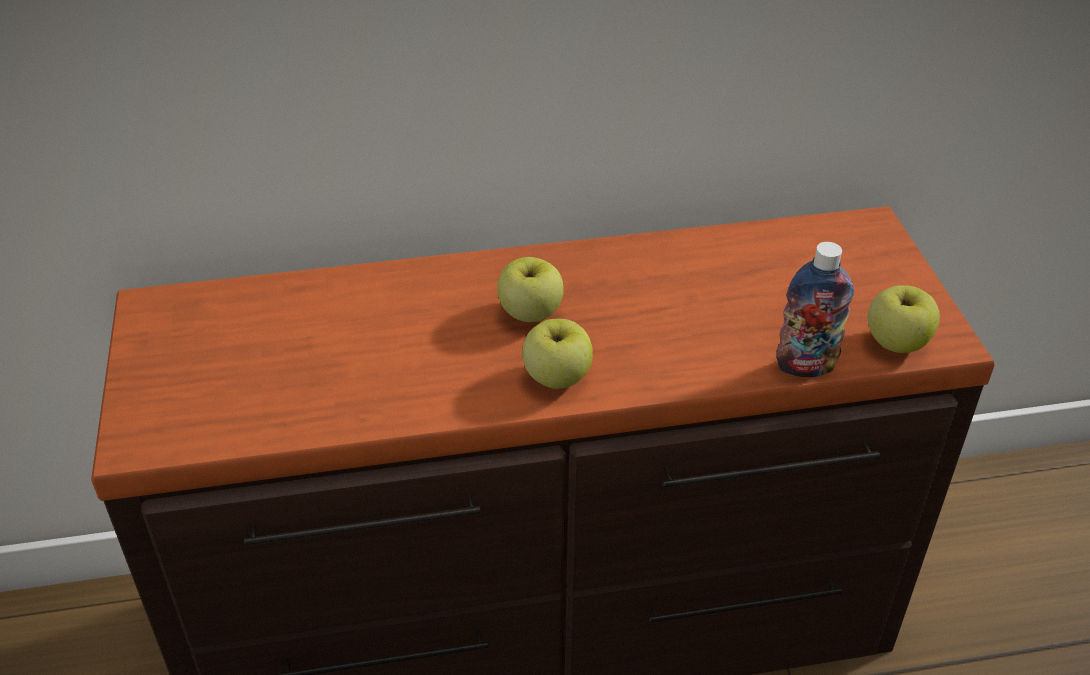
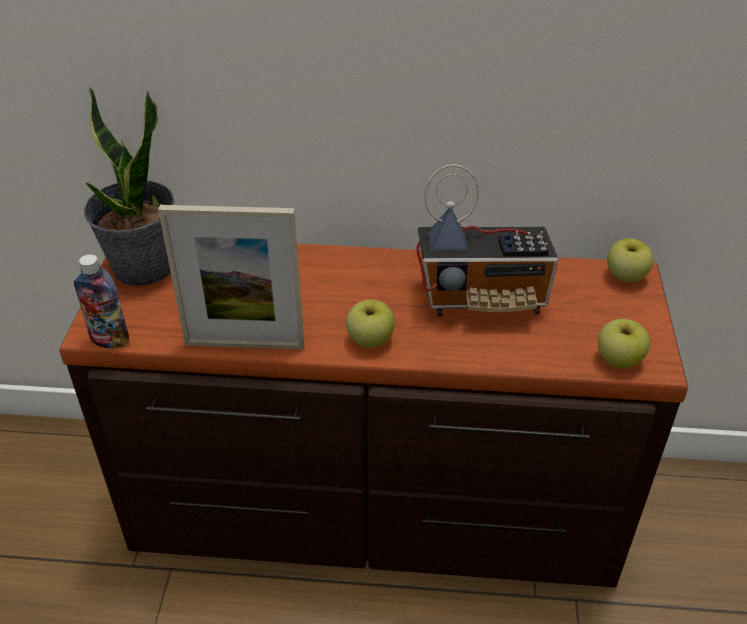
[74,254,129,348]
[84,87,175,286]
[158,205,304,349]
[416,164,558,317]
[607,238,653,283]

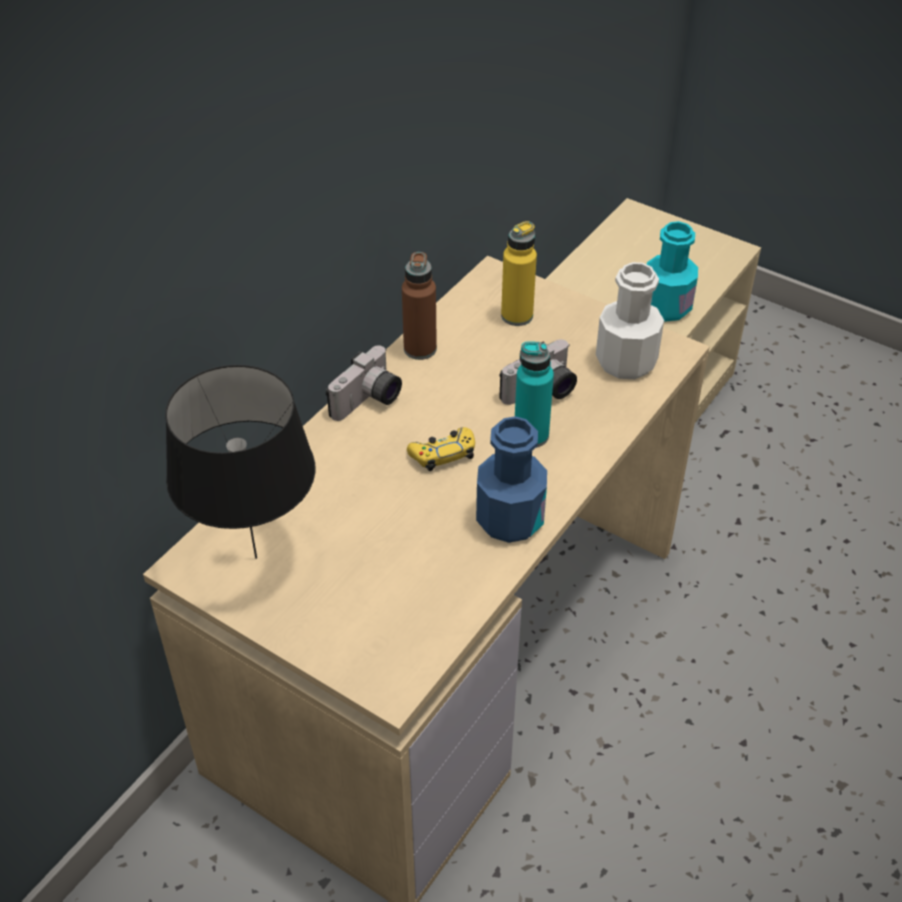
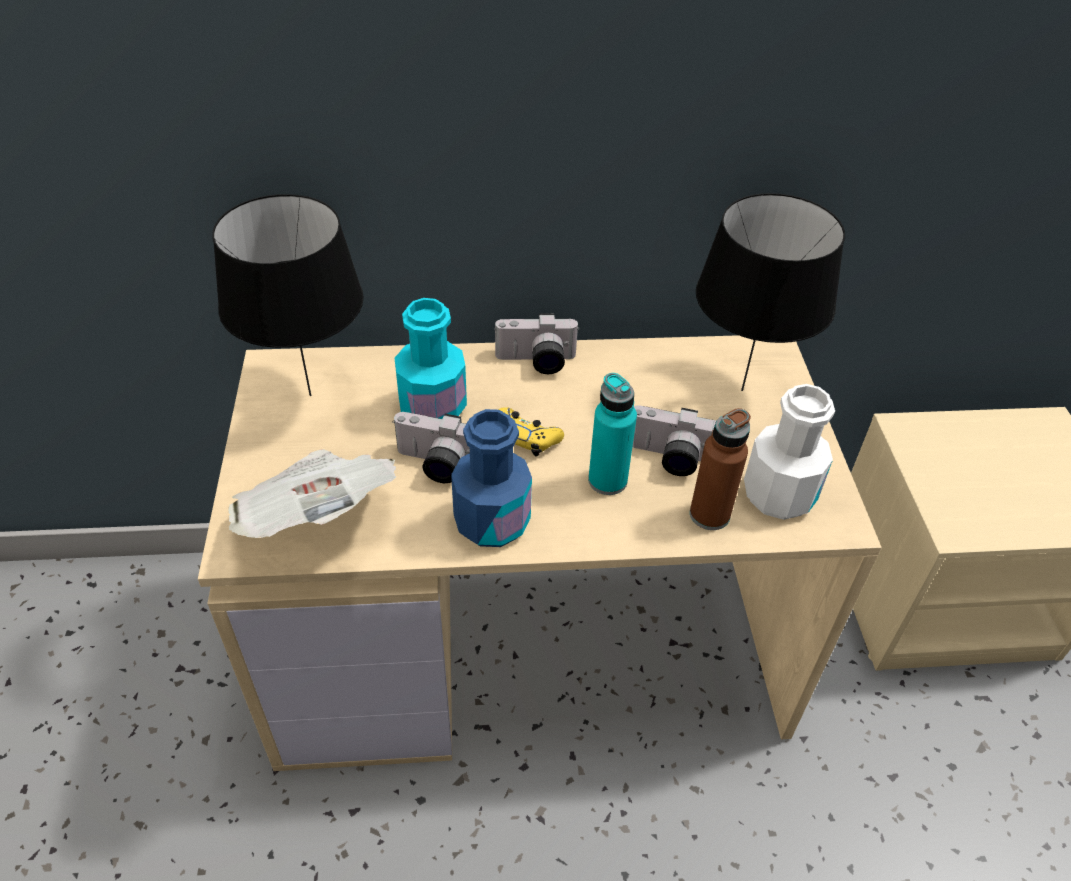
[228,449,396,538]
[392,412,470,483]
[394,298,467,419]
[690,408,751,530]
[696,193,845,391]

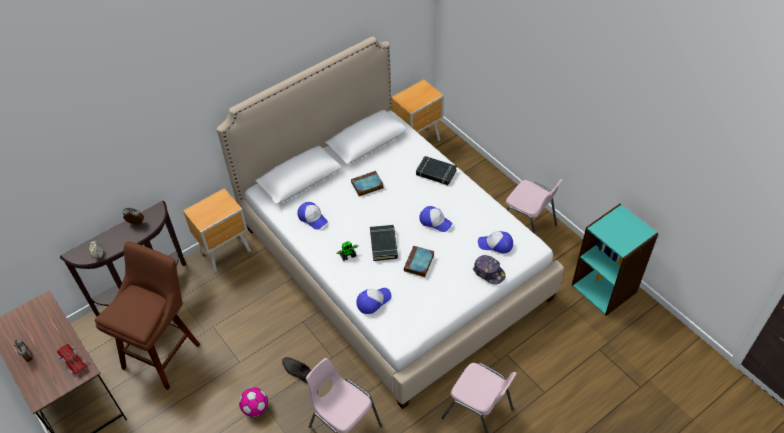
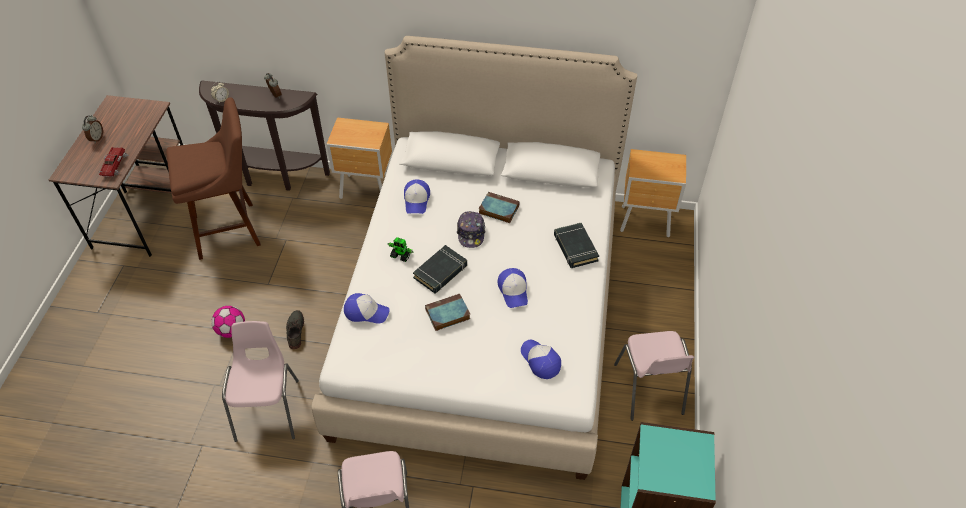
[457,211,486,248]

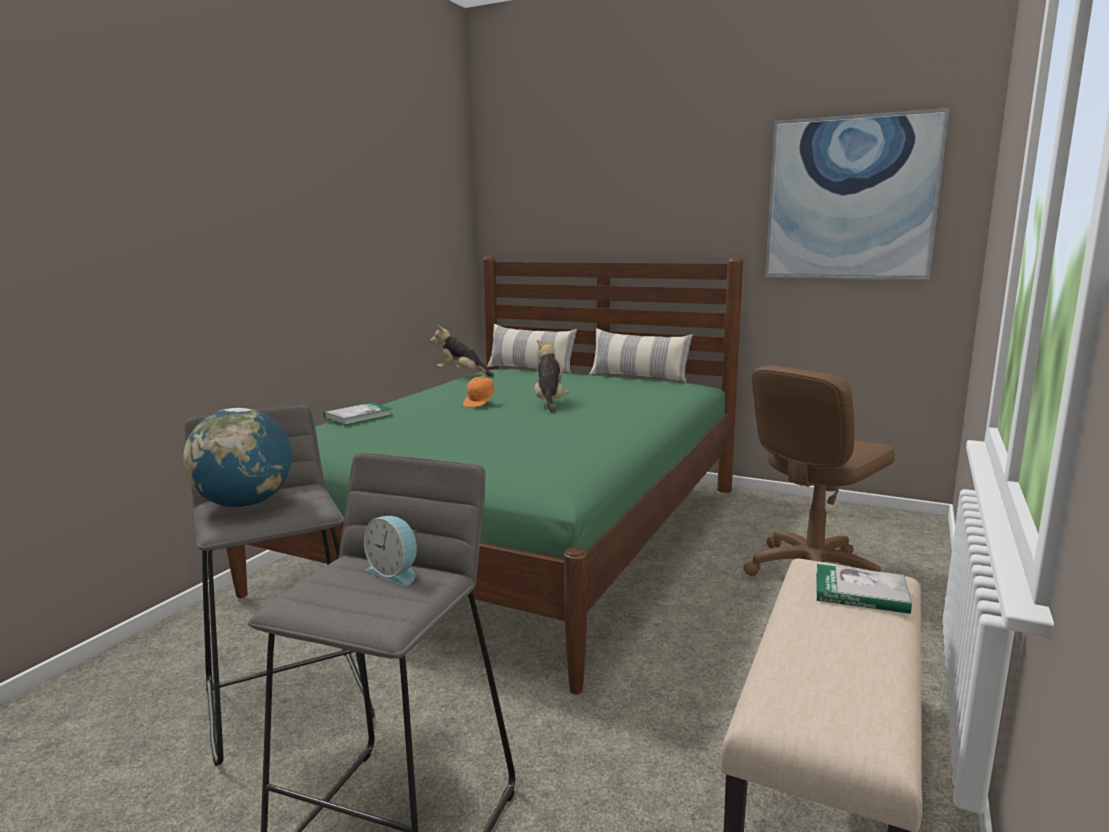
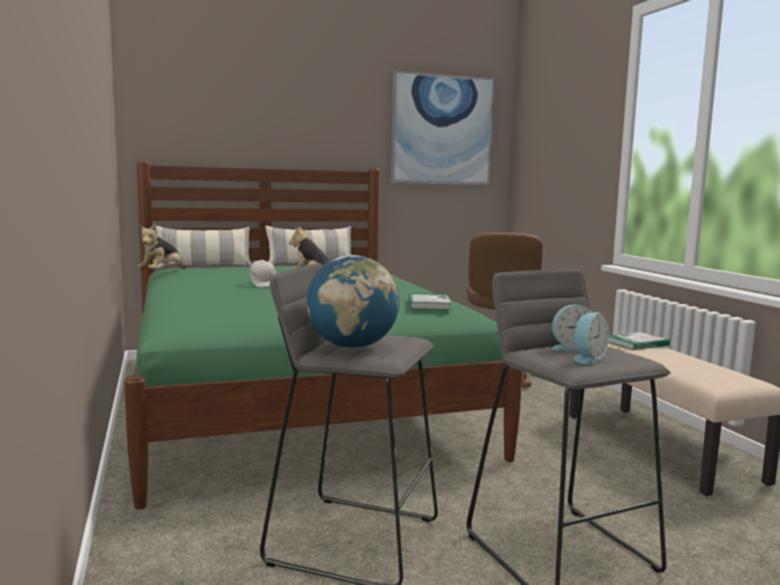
[138,224,185,269]
[249,260,276,287]
[409,293,452,310]
[574,313,609,364]

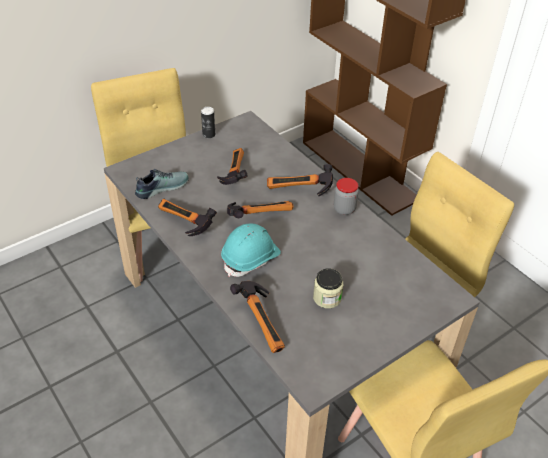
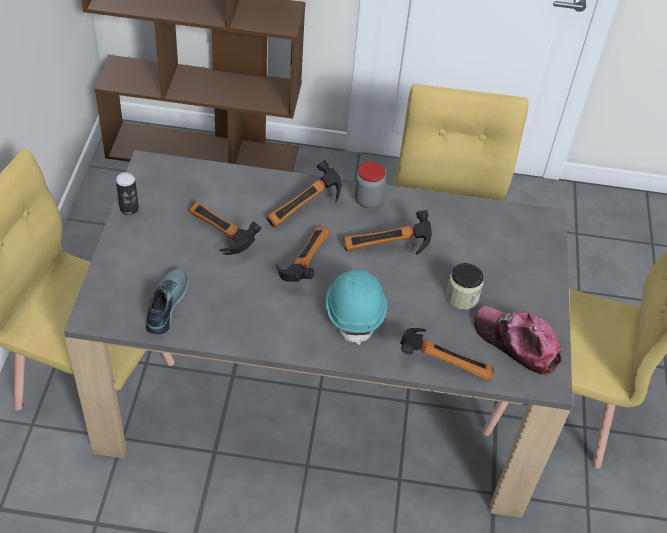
[343,210,432,255]
[474,306,562,376]

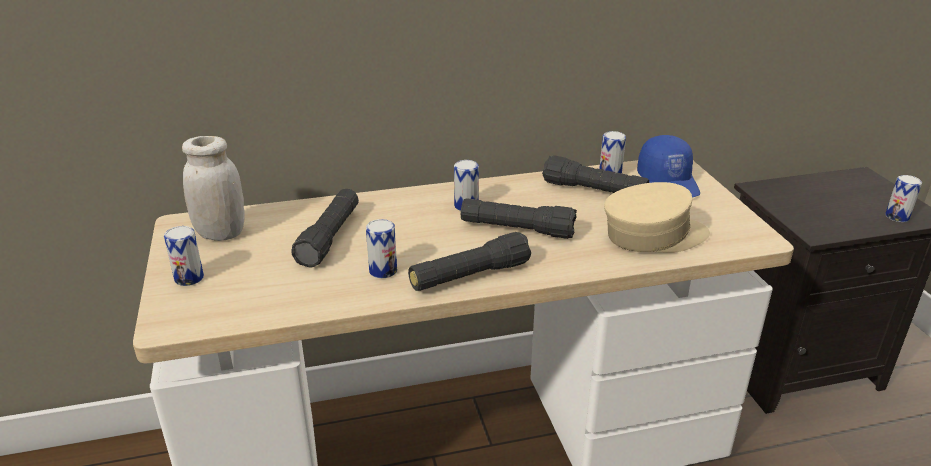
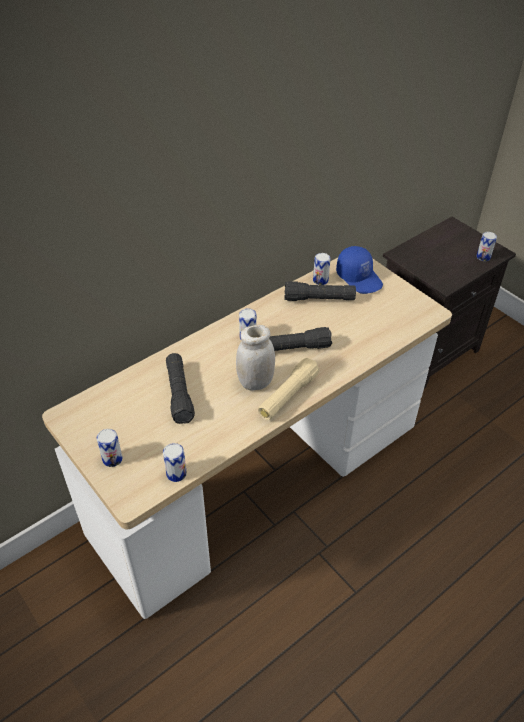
[163,443,187,482]
[236,325,275,391]
[258,358,319,420]
[604,182,710,253] (first image)

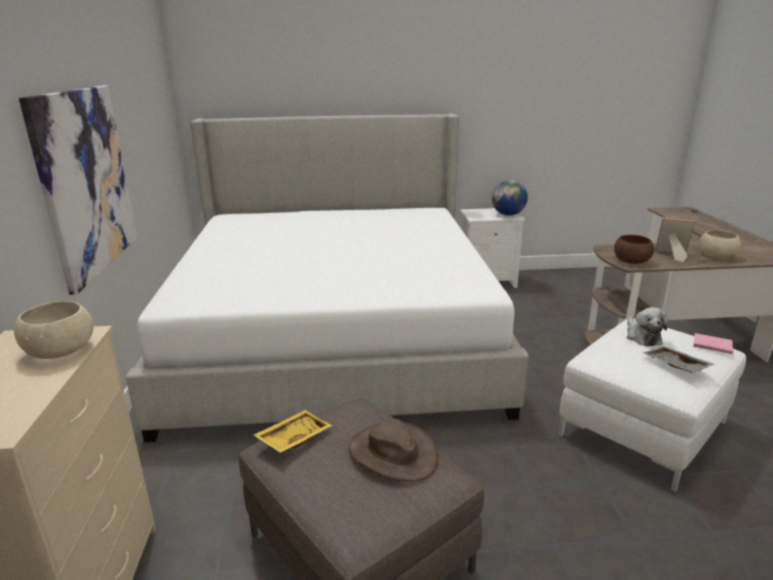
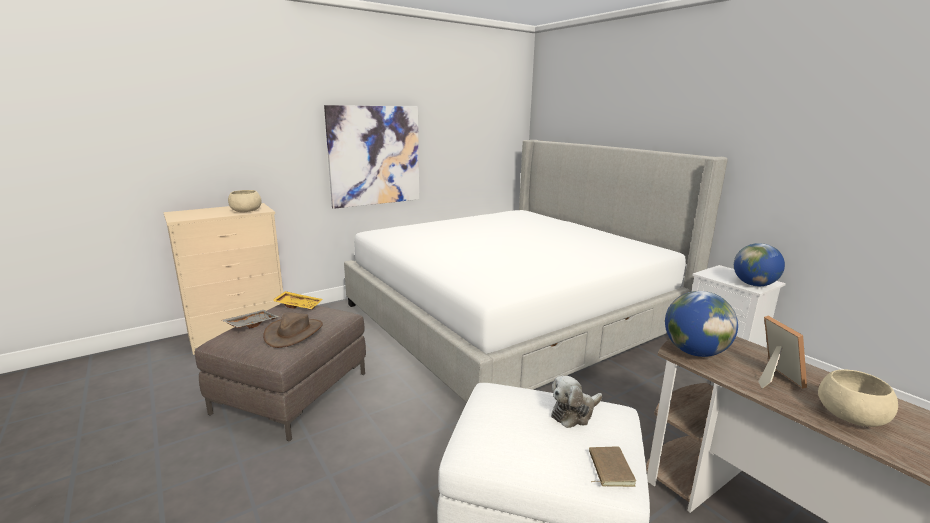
[222,310,279,328]
[589,447,636,487]
[665,291,738,357]

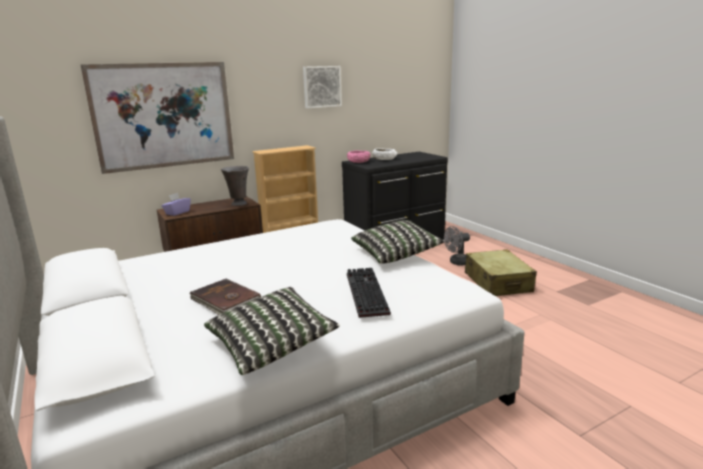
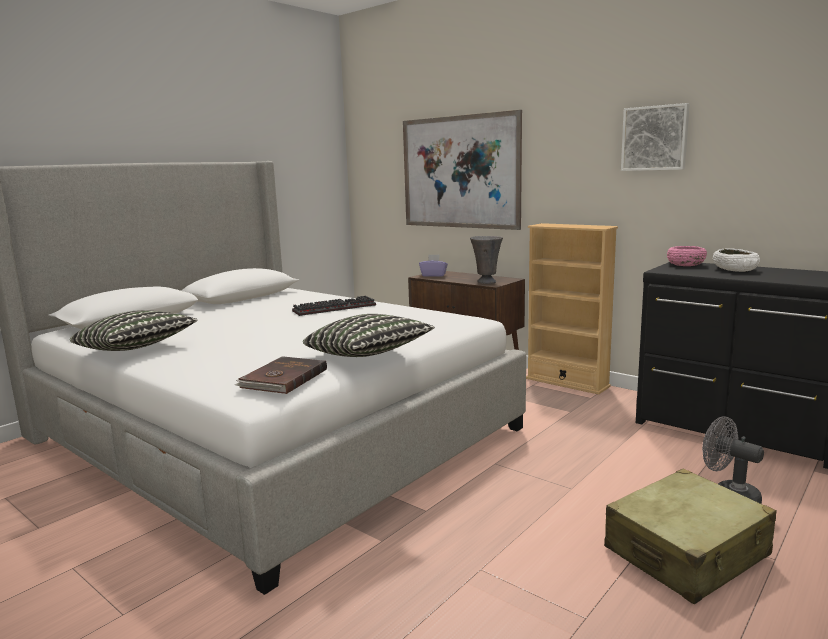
[235,356,327,394]
[292,296,376,316]

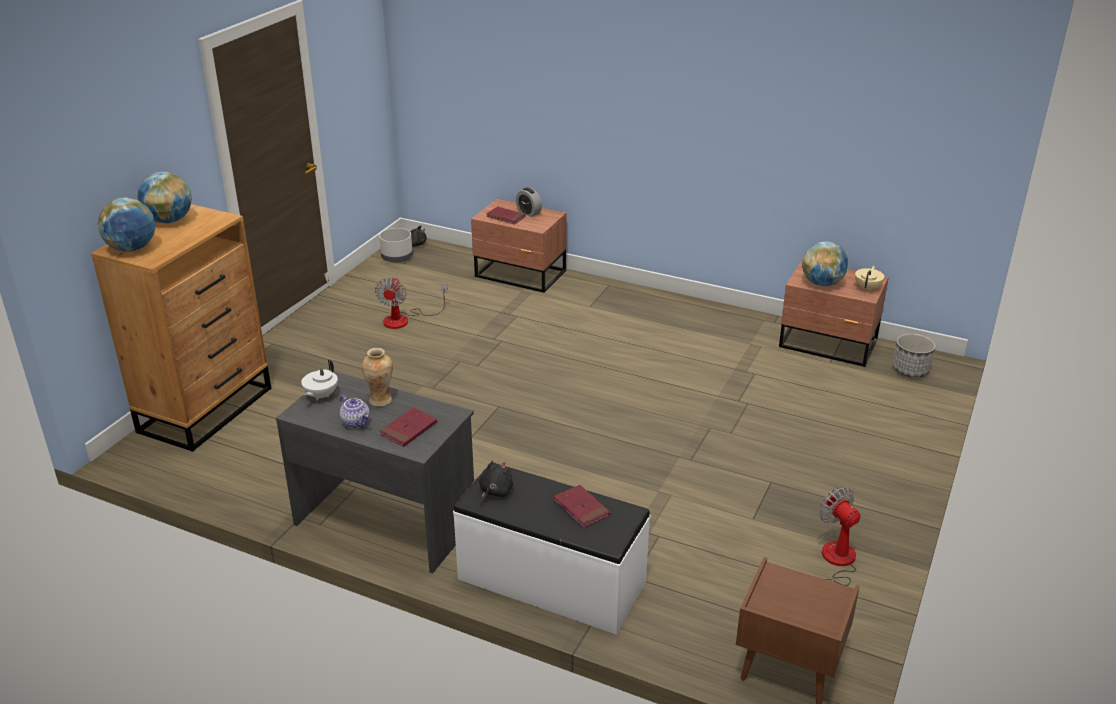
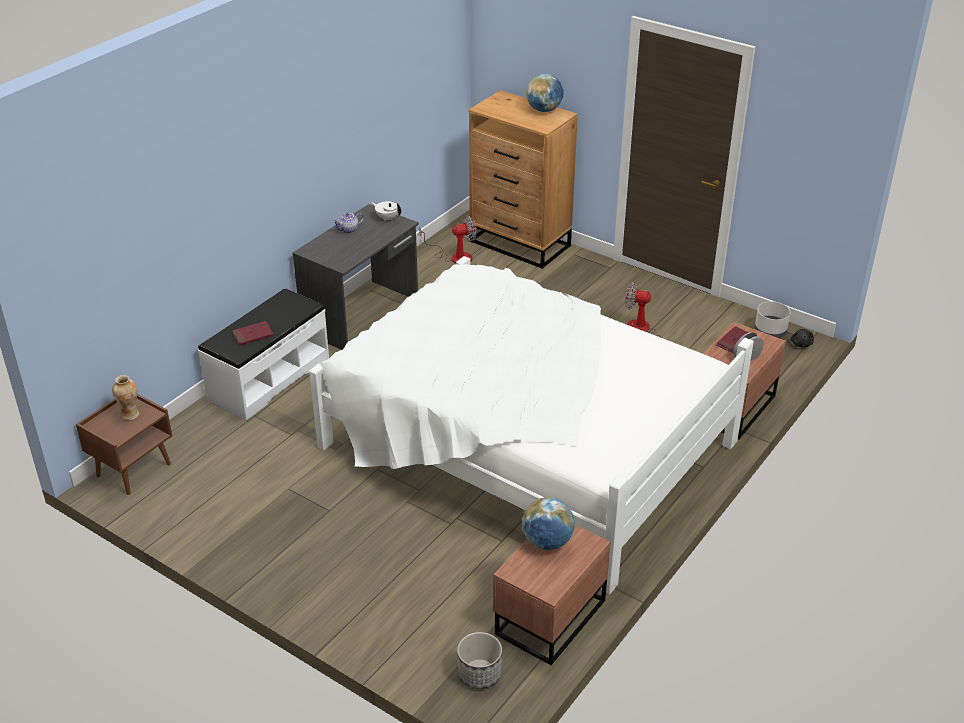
[112,375,139,420]
[309,256,754,594]
[419,215,477,264]
[98,198,155,252] (first image)
[380,407,437,447] (first image)
[479,460,513,506] (first image)
[855,266,884,291] (first image)

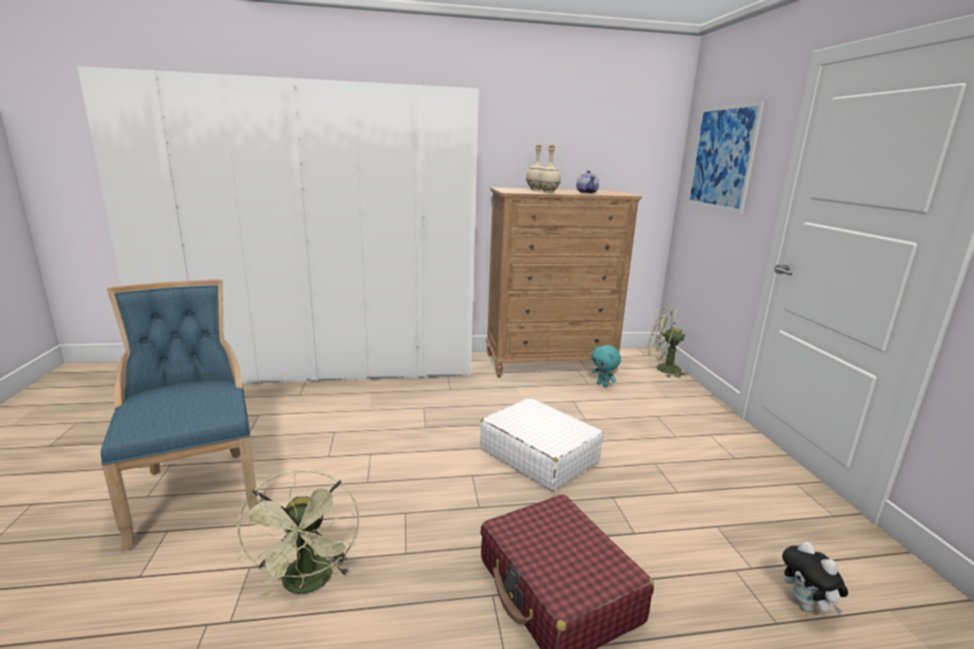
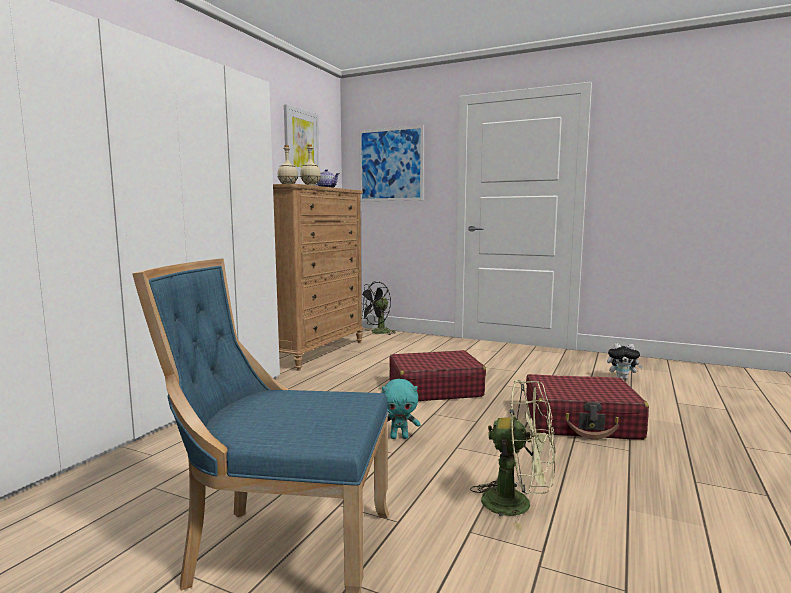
[284,104,319,177]
[361,282,396,335]
[381,379,420,439]
[390,350,486,401]

